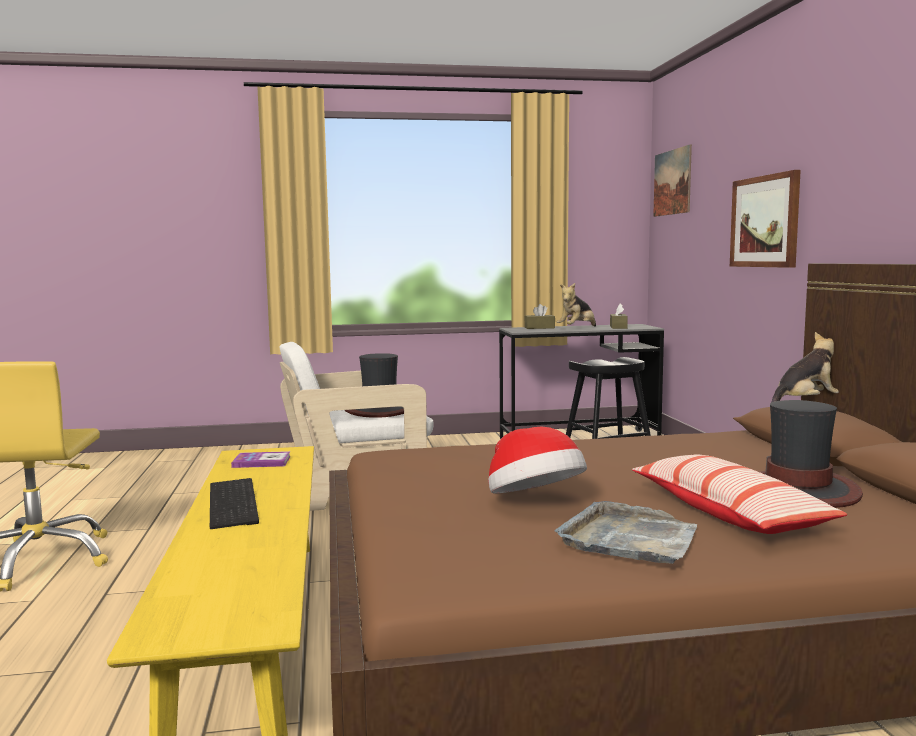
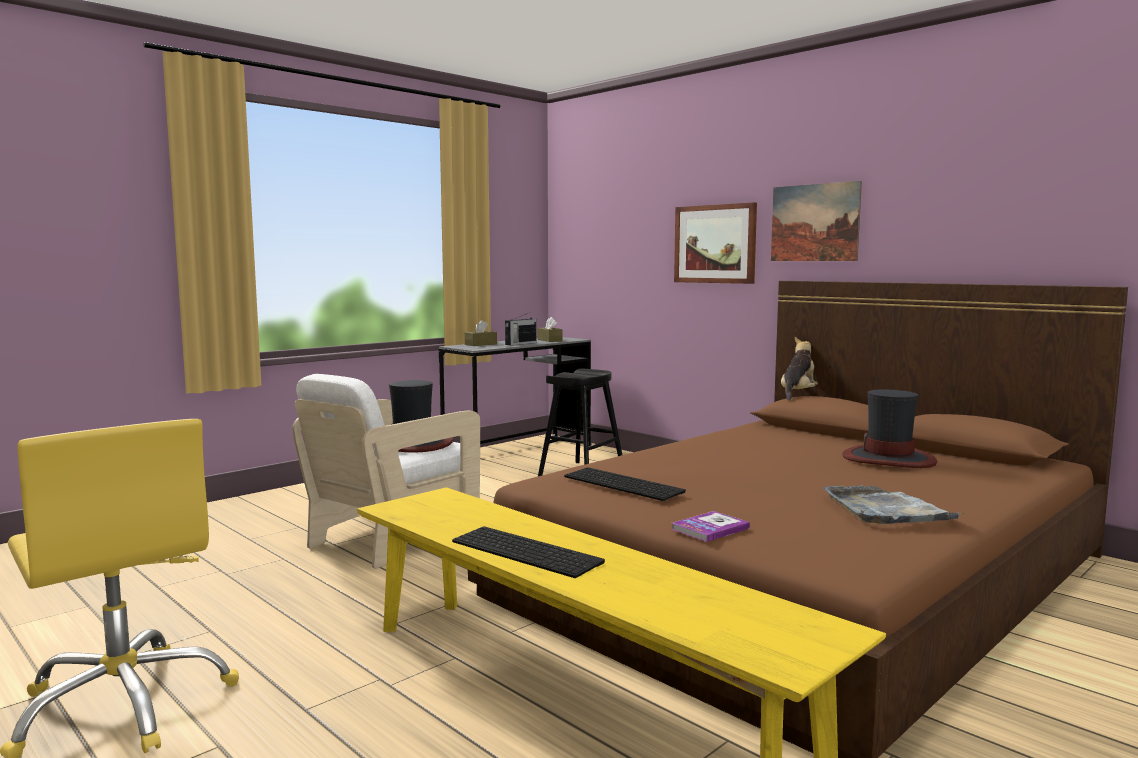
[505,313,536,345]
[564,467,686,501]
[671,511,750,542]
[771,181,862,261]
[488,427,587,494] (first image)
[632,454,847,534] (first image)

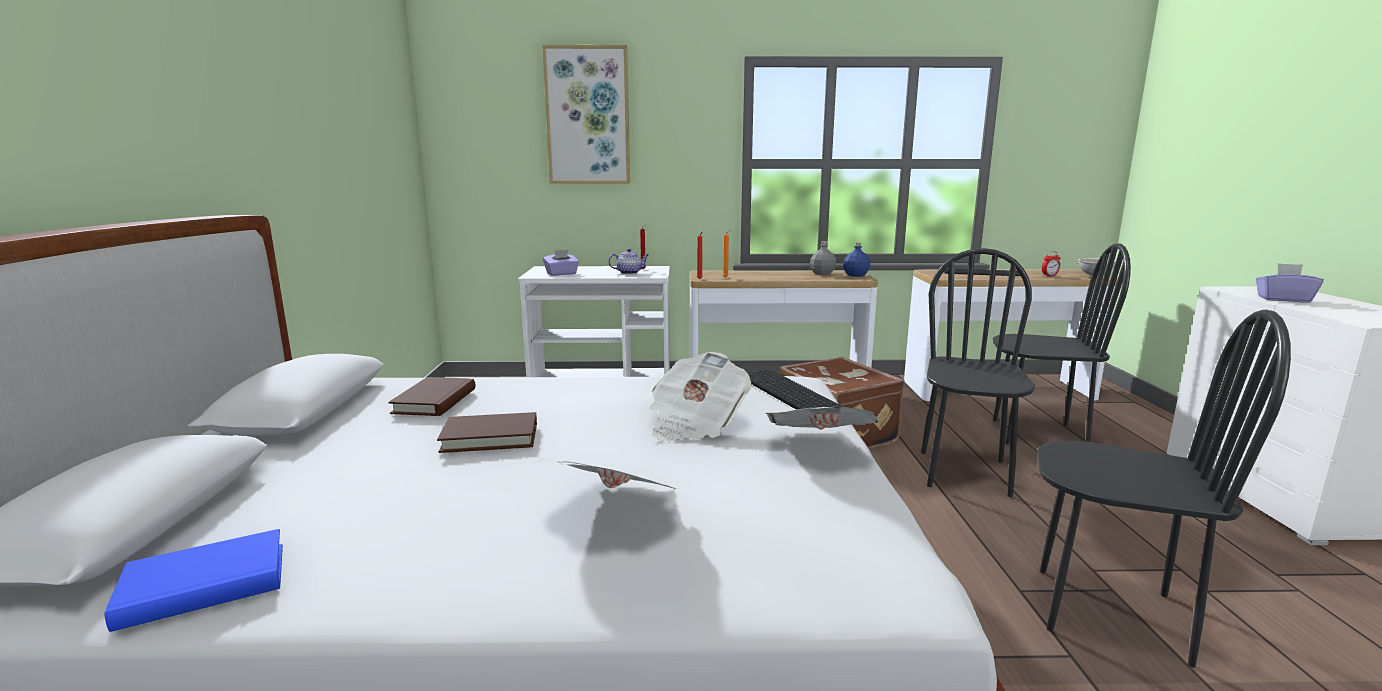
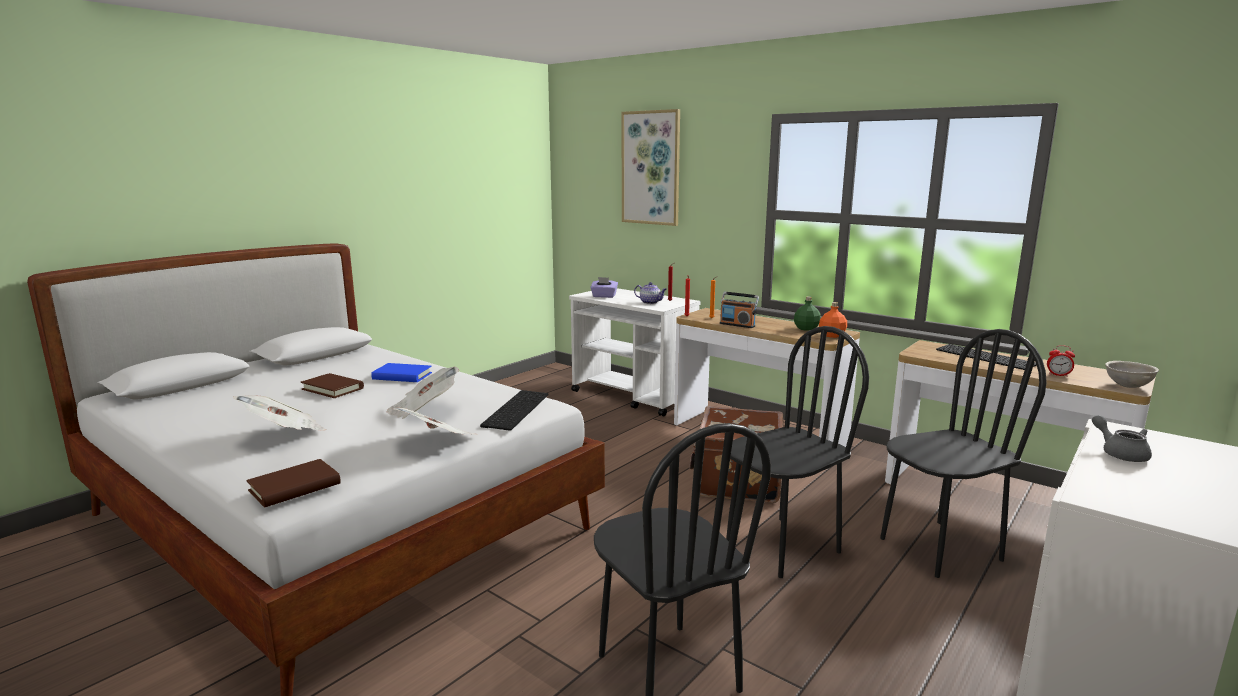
[246,459,341,508]
[371,363,432,382]
[720,292,759,328]
[794,296,821,331]
[819,302,847,338]
[880,329,1047,578]
[1092,415,1152,462]

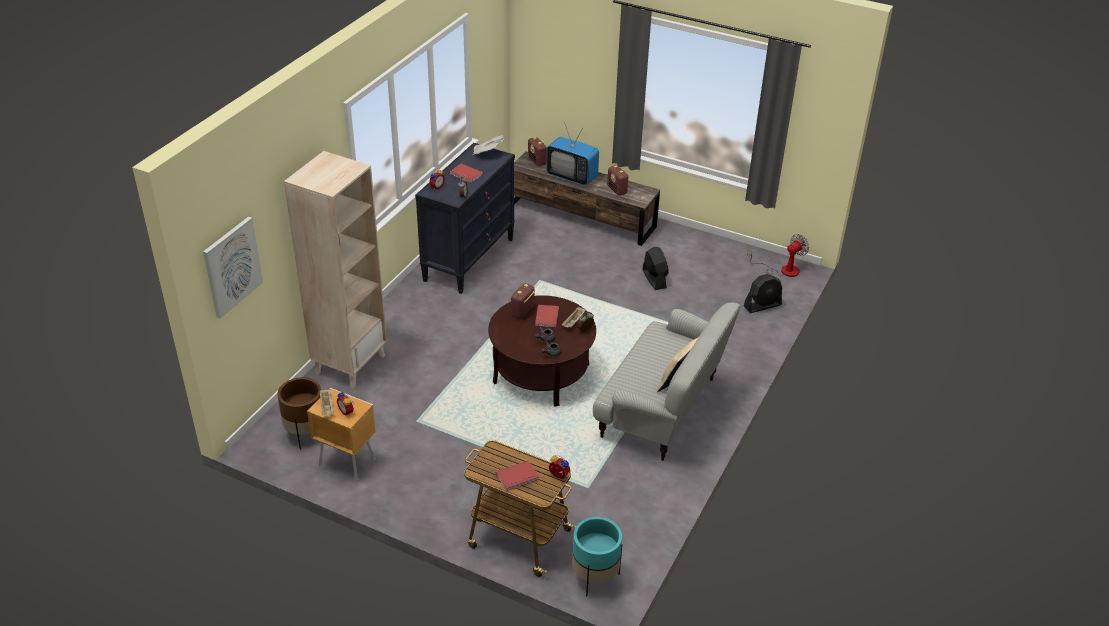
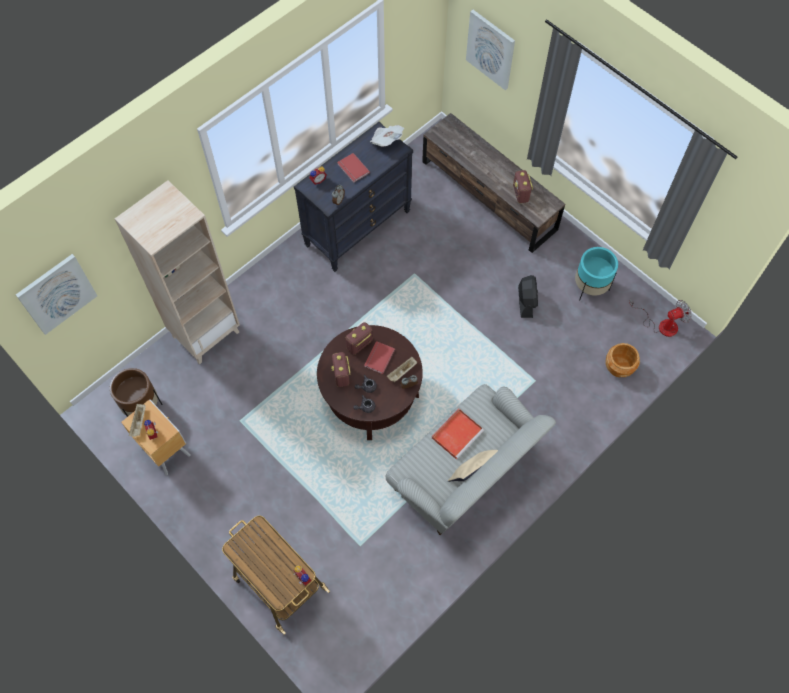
[331,352,351,387]
[432,409,484,459]
[466,10,515,90]
[575,247,618,300]
[605,343,640,377]
[496,461,539,491] (first image)
[546,122,599,186] (first image)

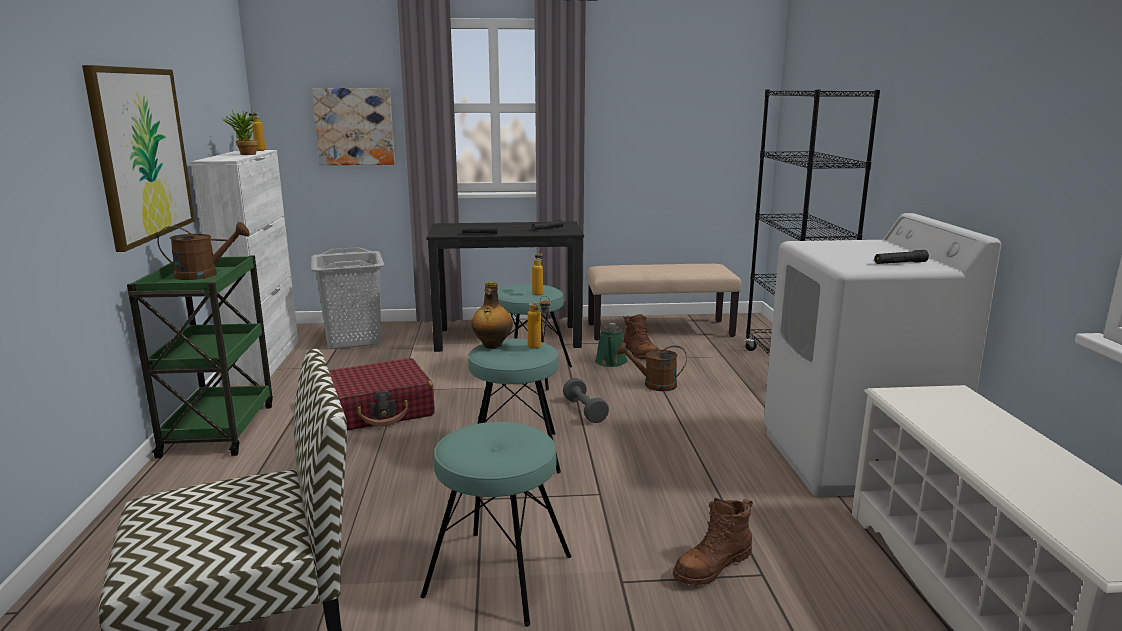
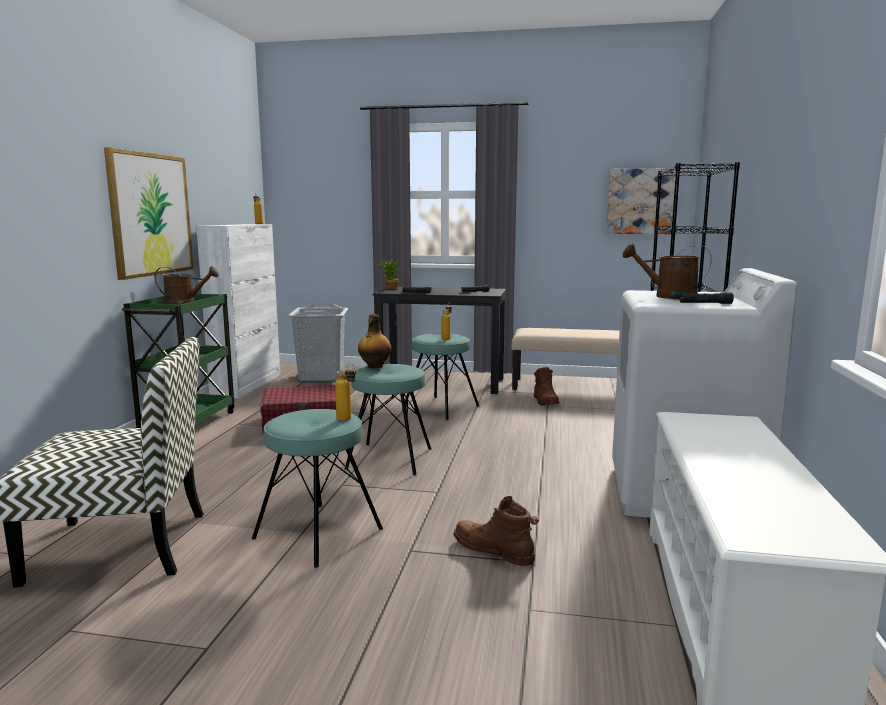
[335,363,356,421]
[377,258,399,289]
[453,496,539,566]
[606,168,676,234]
[623,243,712,299]
[563,378,609,423] (first image)
[595,323,628,367] (first image)

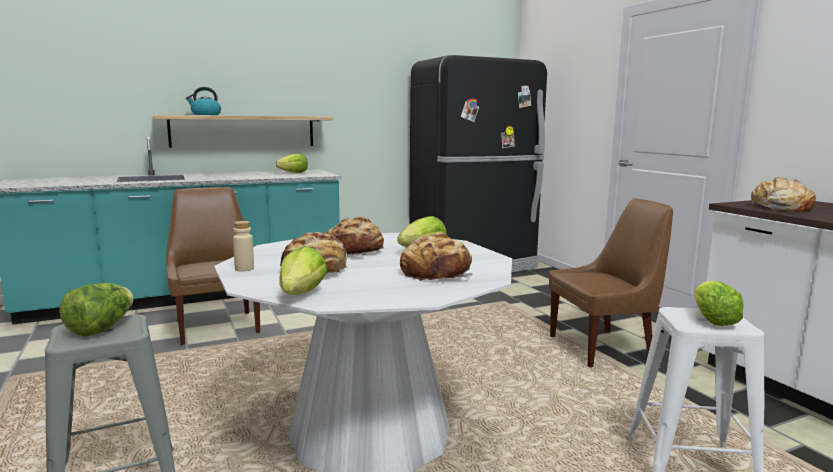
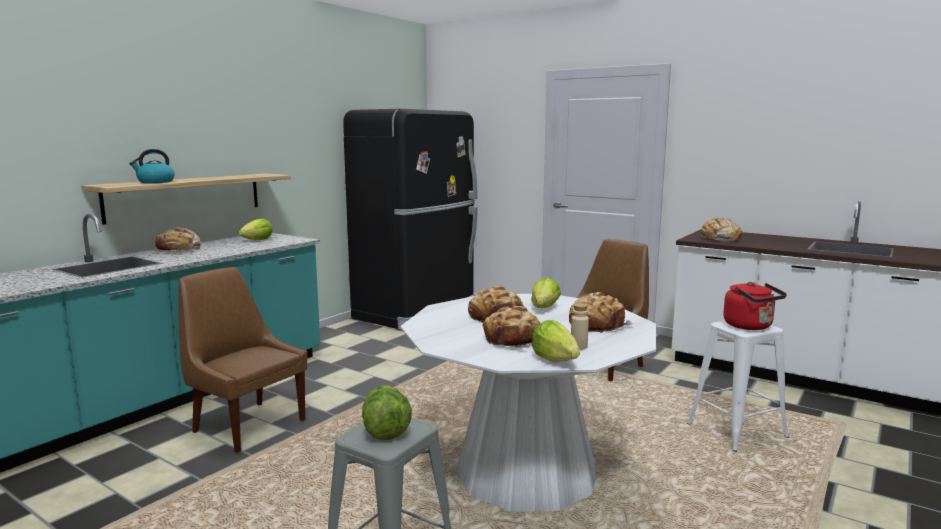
[152,227,201,251]
[571,303,589,350]
[723,282,787,330]

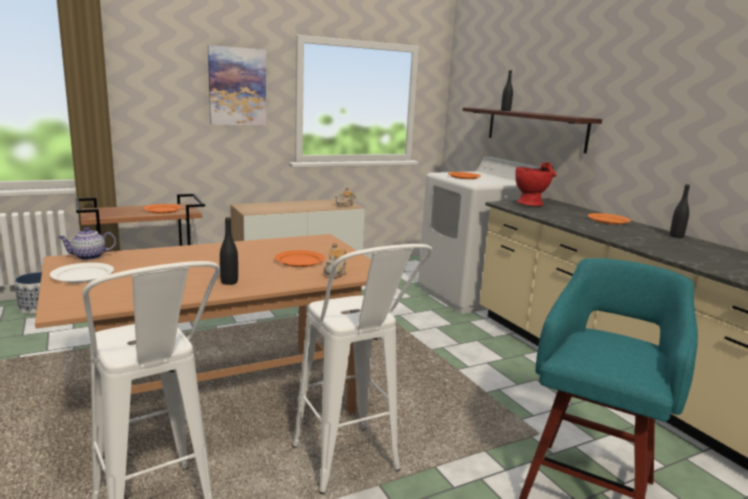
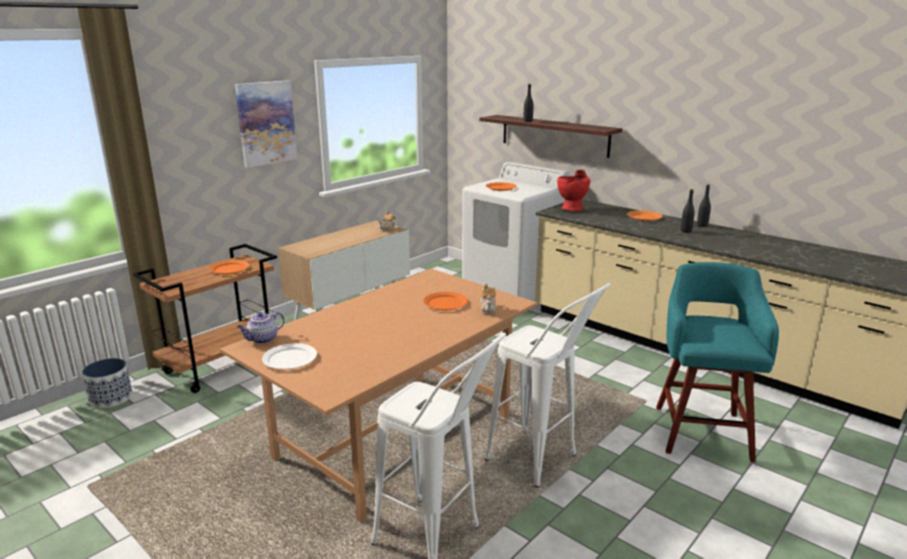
[681,189,695,233]

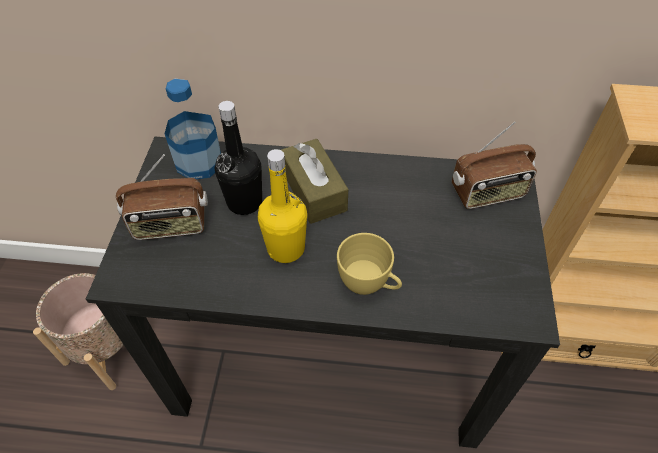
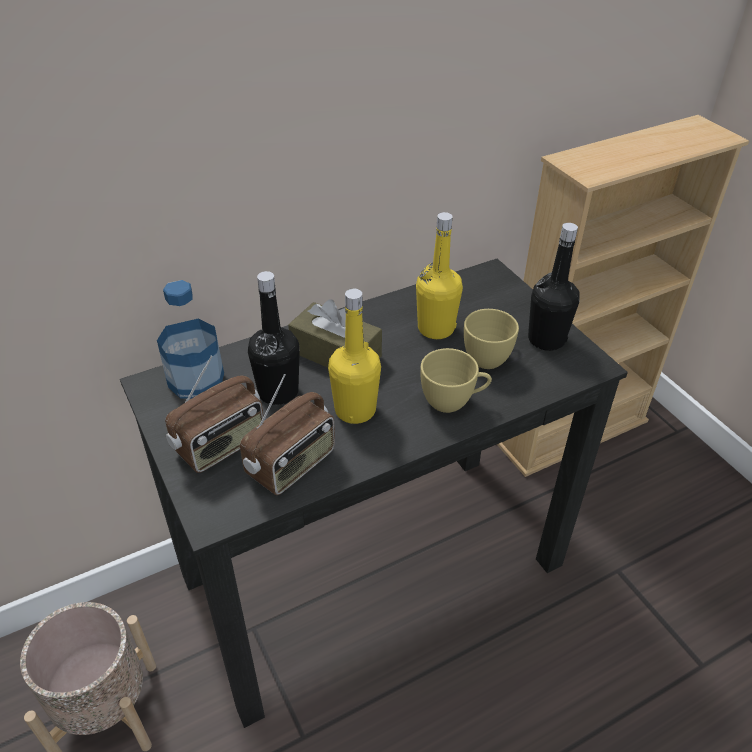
[240,374,335,495]
[416,212,463,339]
[464,309,519,369]
[528,223,579,351]

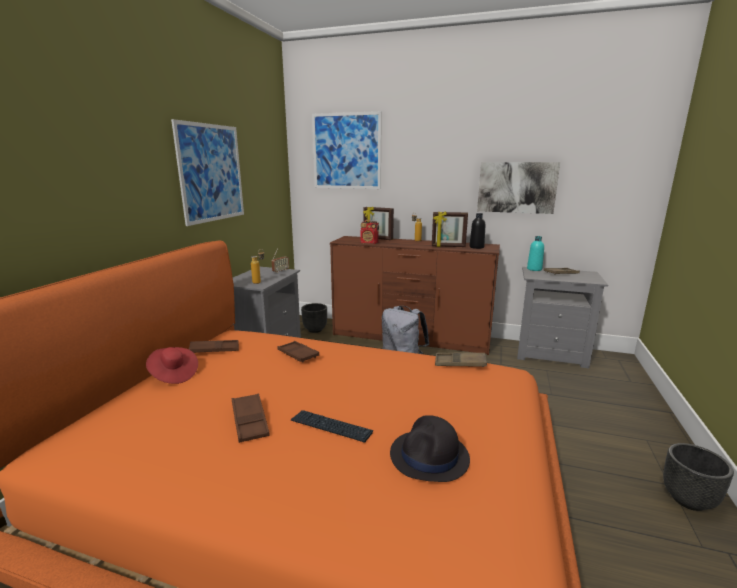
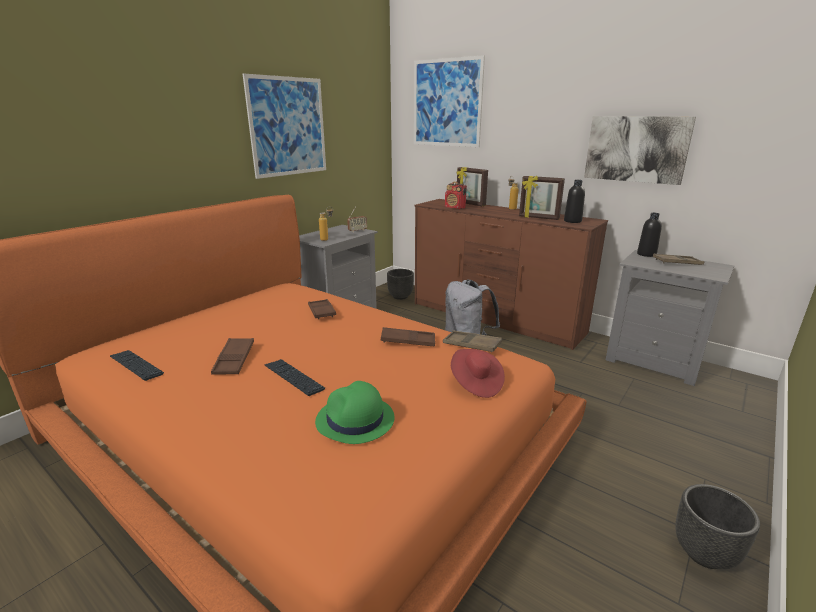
[110,350,164,381]
[315,381,395,444]
[381,327,435,346]
[451,349,505,398]
[637,213,662,257]

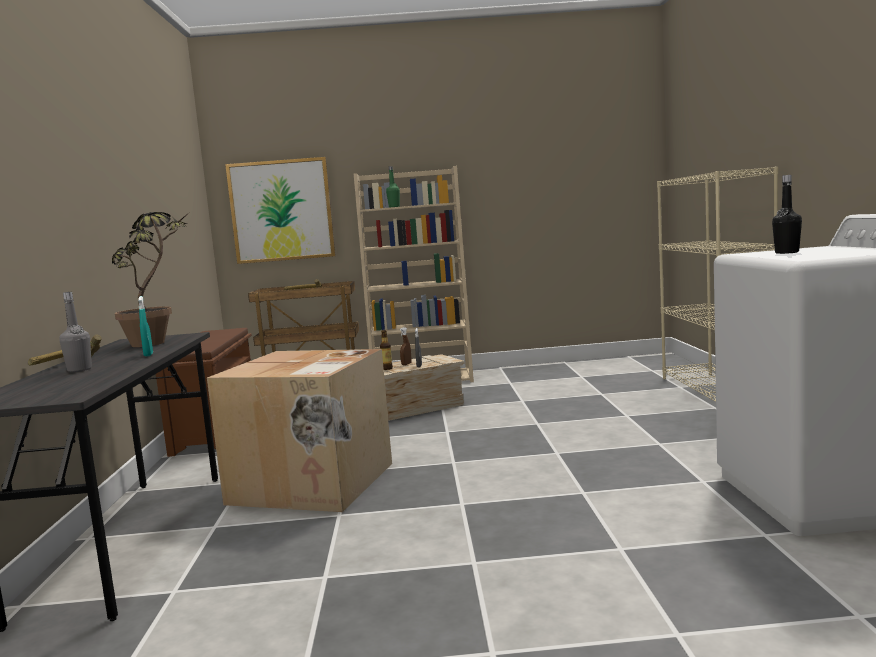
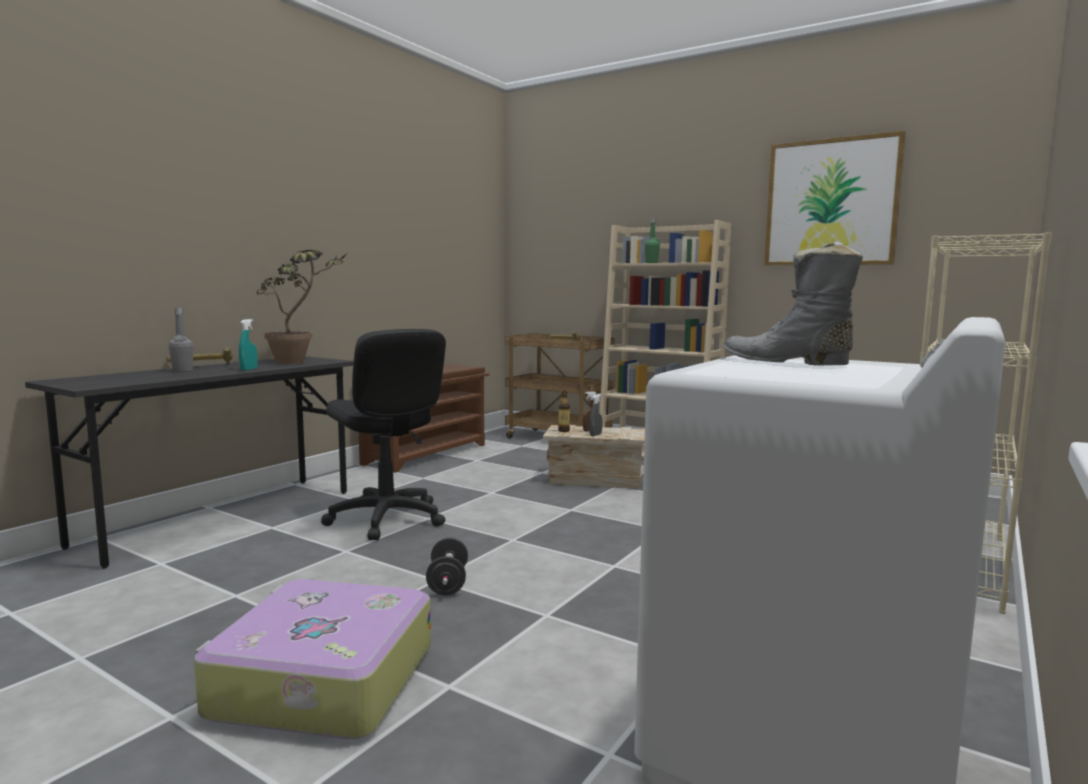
[194,579,431,739]
[321,329,446,540]
[426,538,468,595]
[723,241,863,366]
[764,131,906,266]

